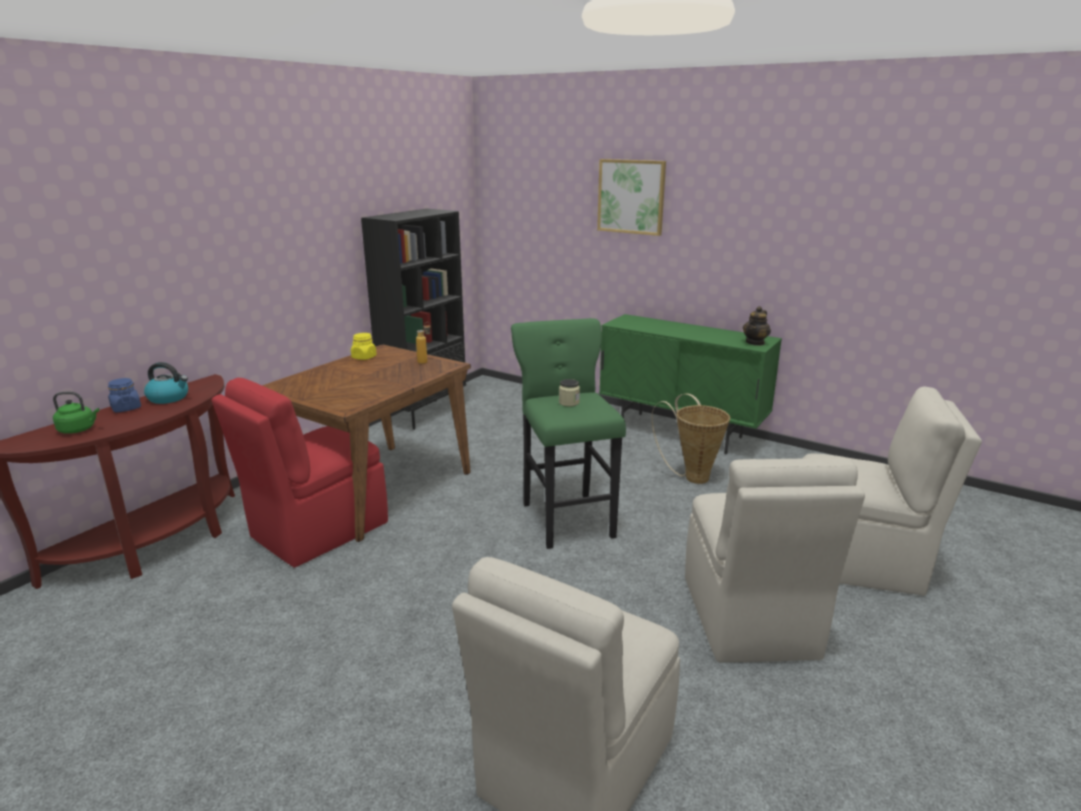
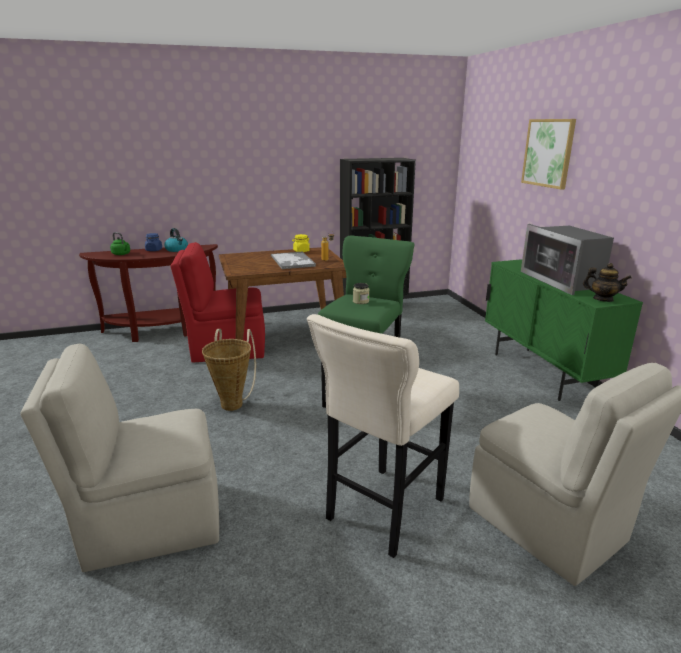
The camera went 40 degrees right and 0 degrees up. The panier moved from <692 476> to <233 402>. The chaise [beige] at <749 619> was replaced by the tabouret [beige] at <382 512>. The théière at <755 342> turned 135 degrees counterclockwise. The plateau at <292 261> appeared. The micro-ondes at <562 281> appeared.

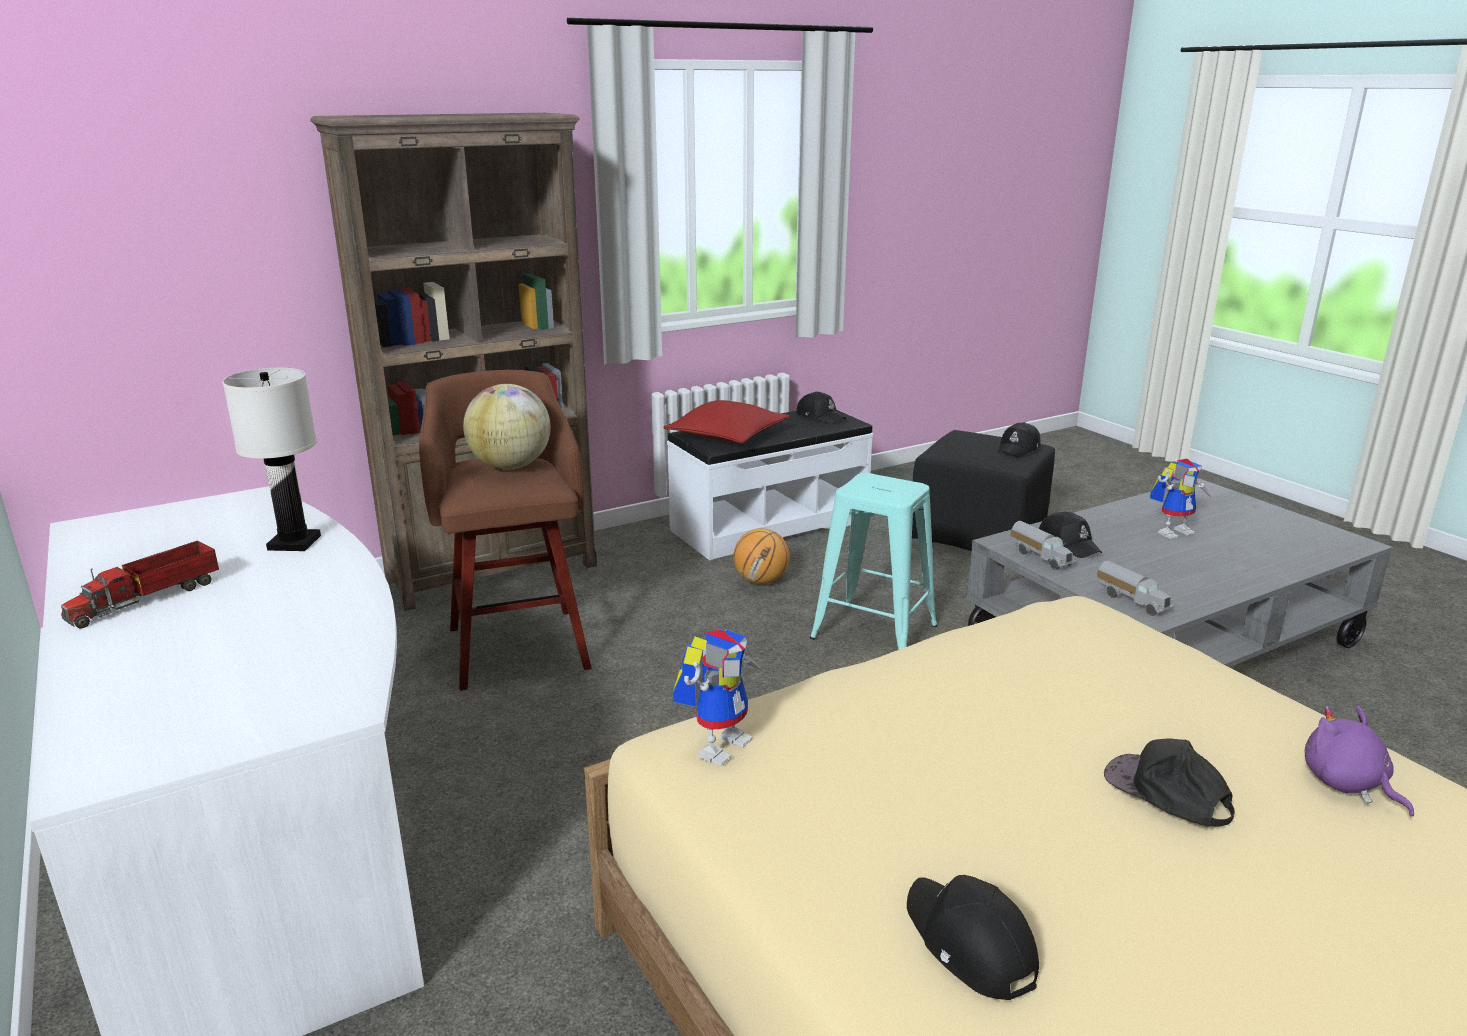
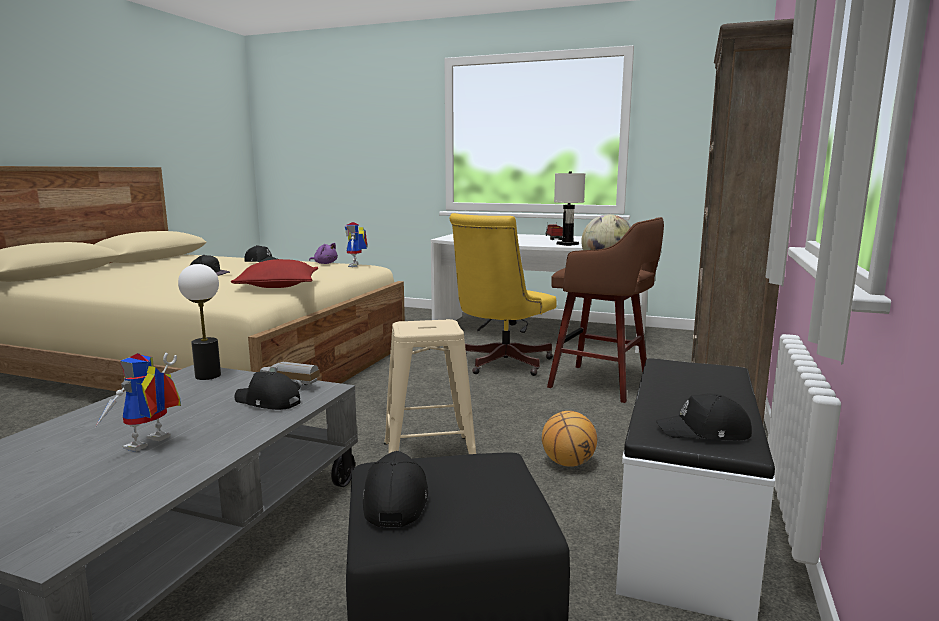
The camera went 140 degrees right and 10 degrees down. The coussin [rouge] moved from <727 436> to <278 286>. The tabouret [turquoise] at <874 632> became the tabouret [beige] at <429 456>. The camion jouet at <1133 601> was replaced by the lampe de table at <208 376>. The peluche [violet] moved from <1347 784> to <325 263>. The chaise de bureau [jaune] at <500 364> appeared.

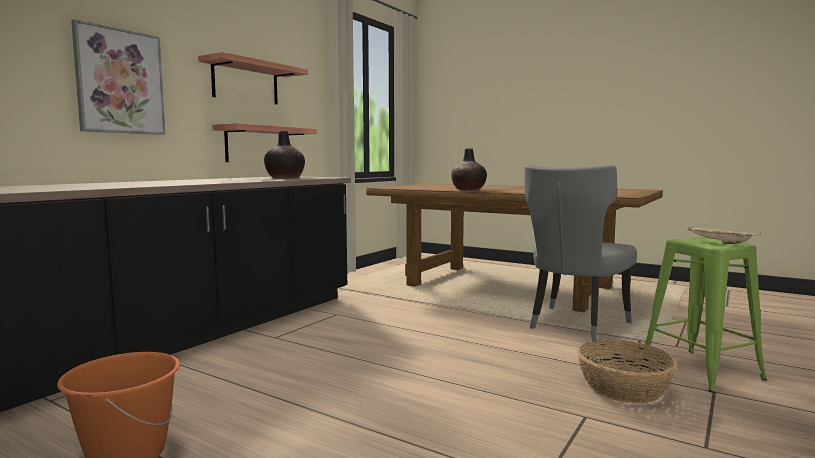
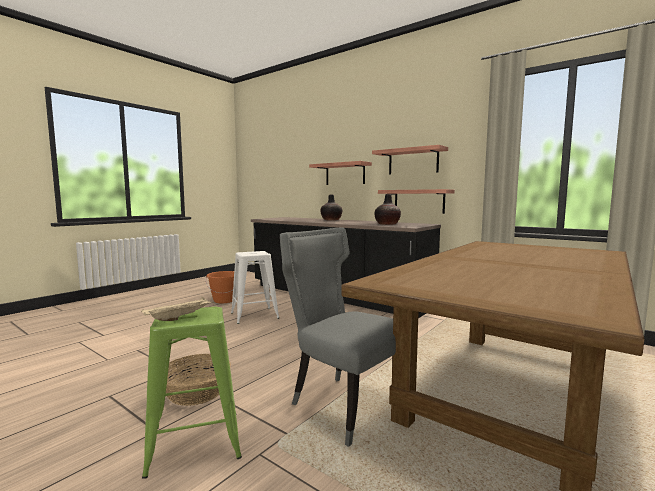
The camera went 95 degrees right and 0 degrees up. The tableau at <120 81> was replaced by the étagère at <345 174>. The vase moved from <468 190> to <331 220>. The tabouret [blanc] at <254 315> appeared.

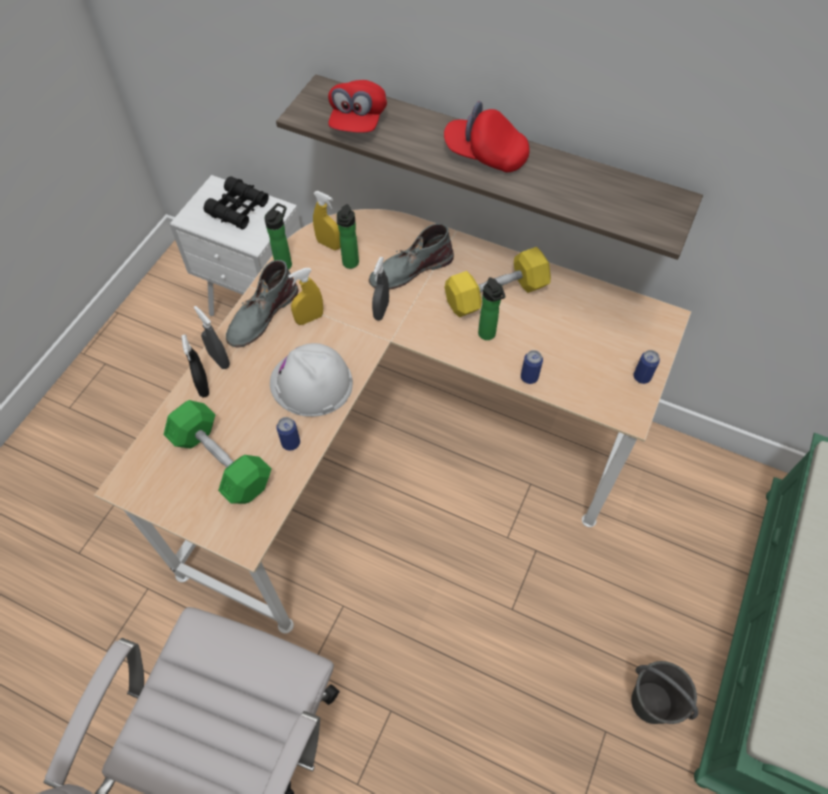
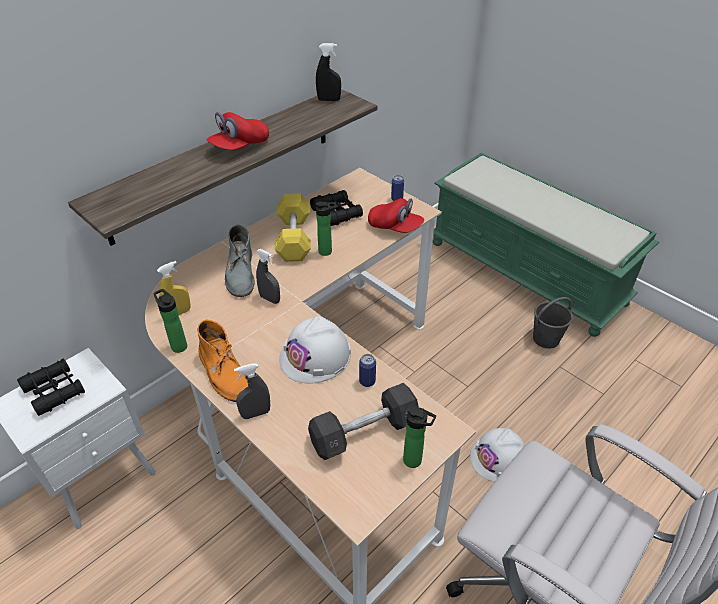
The camera went 70 degrees left and 15 degrees down. The haltère [vert] at <221 461> became the haltère [gris] at <364 432>. The vaporisateur [noir] moved from <203 386> to <329 100>. The botte [gris] at <261 315> became the botte [orange] at <225 373>. The vaporisateur [jaune] at <309 318> disappeared. The casquette [rouge] moved from <358 121> to <395 227>. The bouteille moved from <350 264> to <415 461>. The boîte métallique at <529 377> disappeared. The jumelles [noir] at <336 213> appeared. The casque de chantier [blanc] at <499 458> appeared.

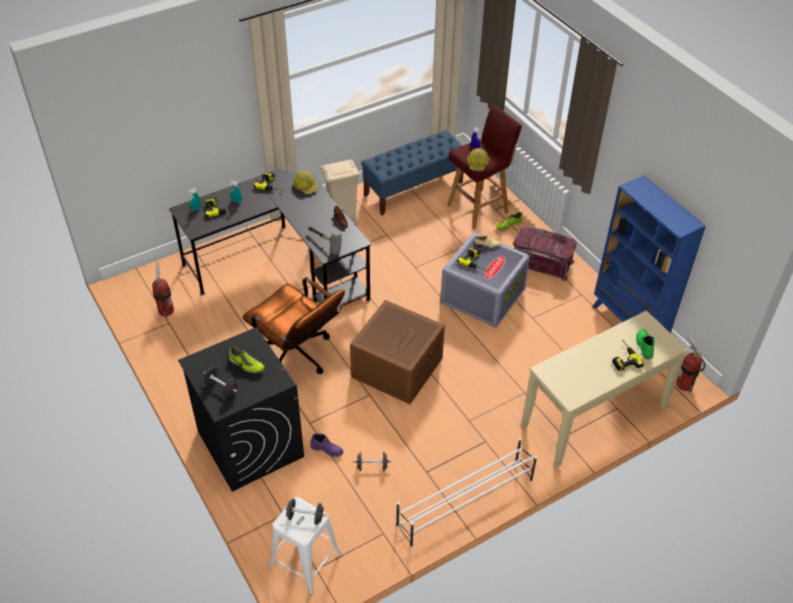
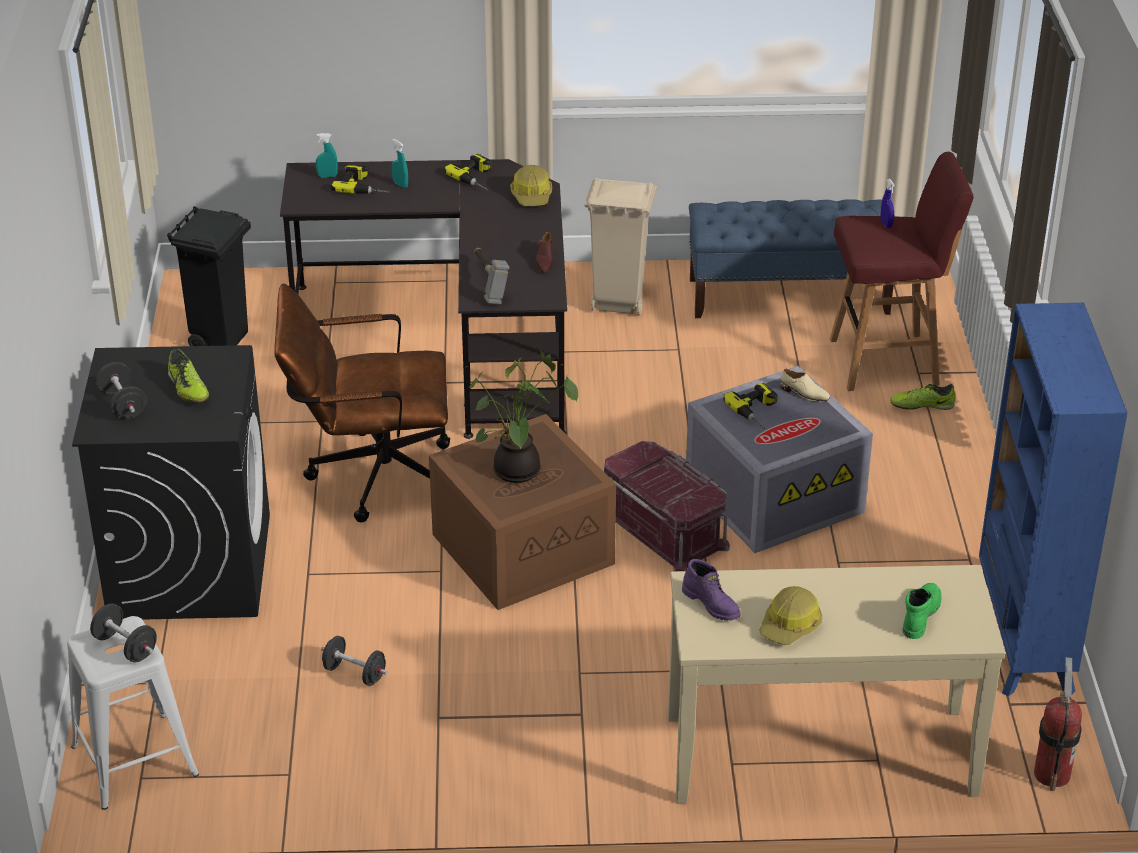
The camera went 30 degrees right and 10 degrees down. The extincteur at <166 310> was replaced by the poubelle [noir] at <221 339>. The chaise de bureau [marron] at <297 357> turned 105 degrees clockwise. The botte [violet] moved from <327 449> to <712 604>. The étagère à chaussures [blanc] at <464 503> disappeared. The casque de chantier moved from <477 164> to <790 625>. The boîte de rangement [rouge] moved from <542 262> to <664 528>. The perceuse at <622 357> disappeared. The plante en pot at <518 473> appeared.

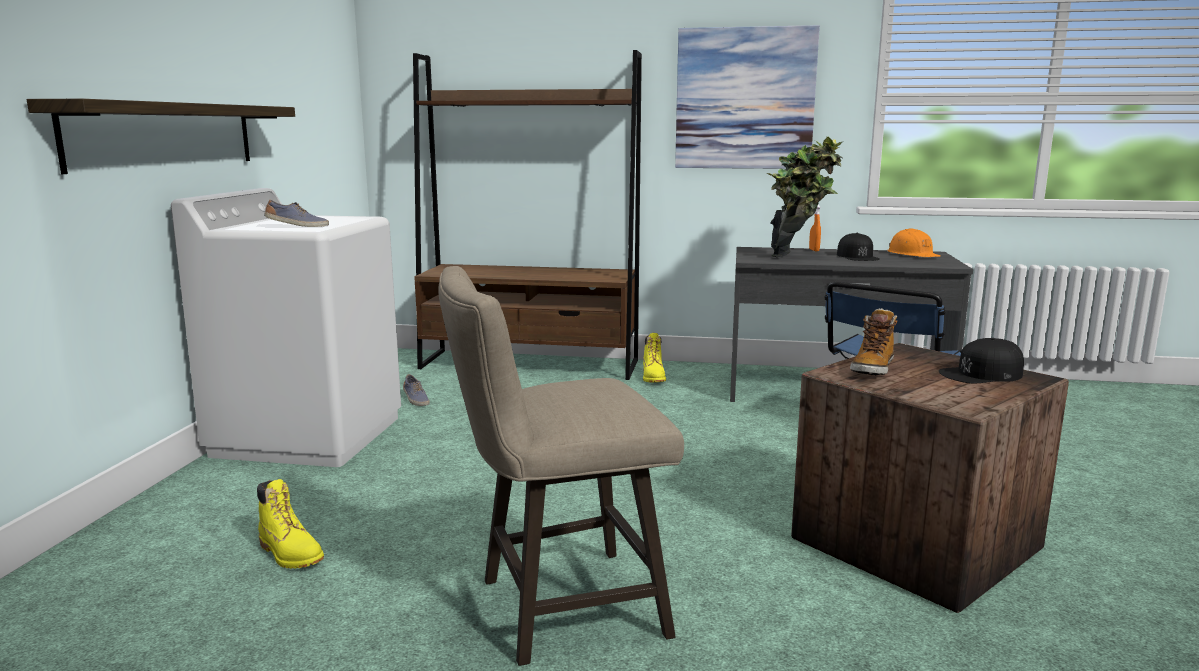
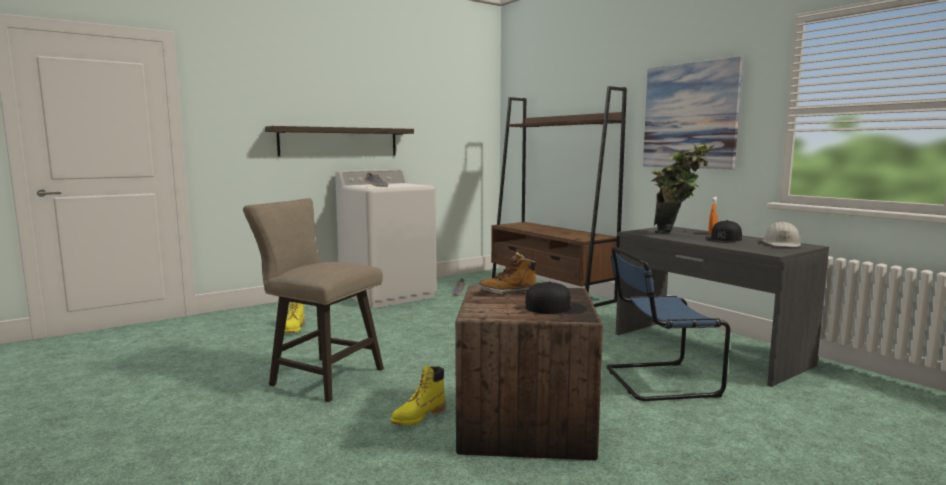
The camera went 45 degrees right and 5 degrees down. The botte [jaune] moved from <653 378> to <418 417>. The casque de chantier [orange] at <912 254> became the casque de chantier [blanc] at <781 244>. The casquette [noir] at <981 374> turned 150 degrees clockwise.

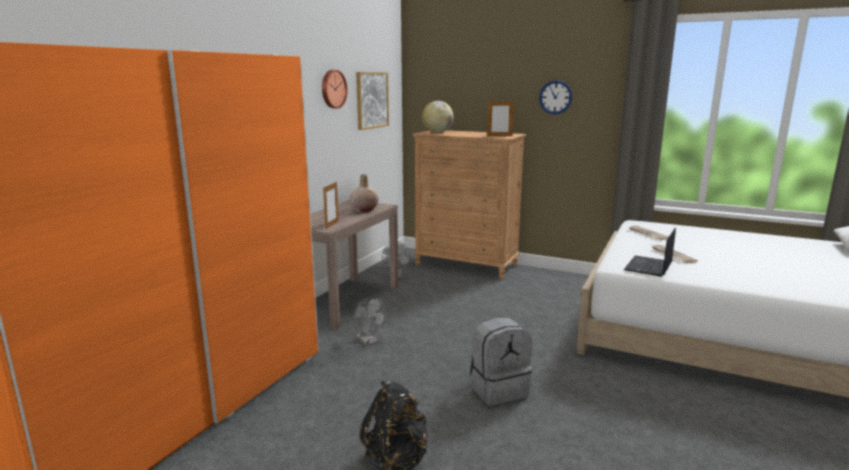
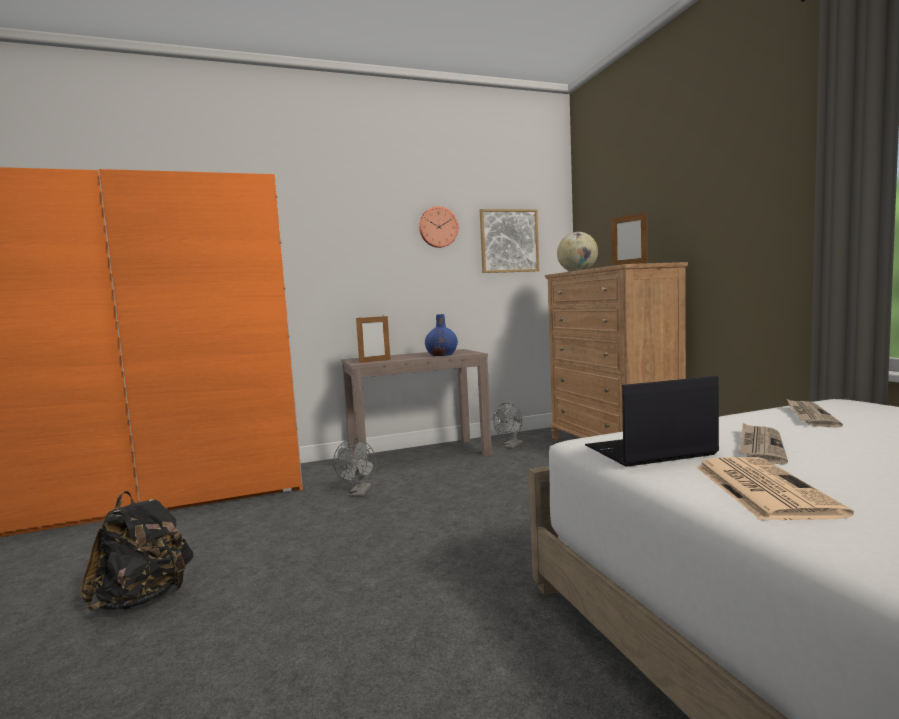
The camera went 45 degrees right and 10 degrees down. The vase [beige] at <364 210> became the vase [bleu] at <442 355>. The sac à dos [gris] at <498 389> disappeared. The horloge murale at <555 97> disappeared. The journal at <760 488> appeared.

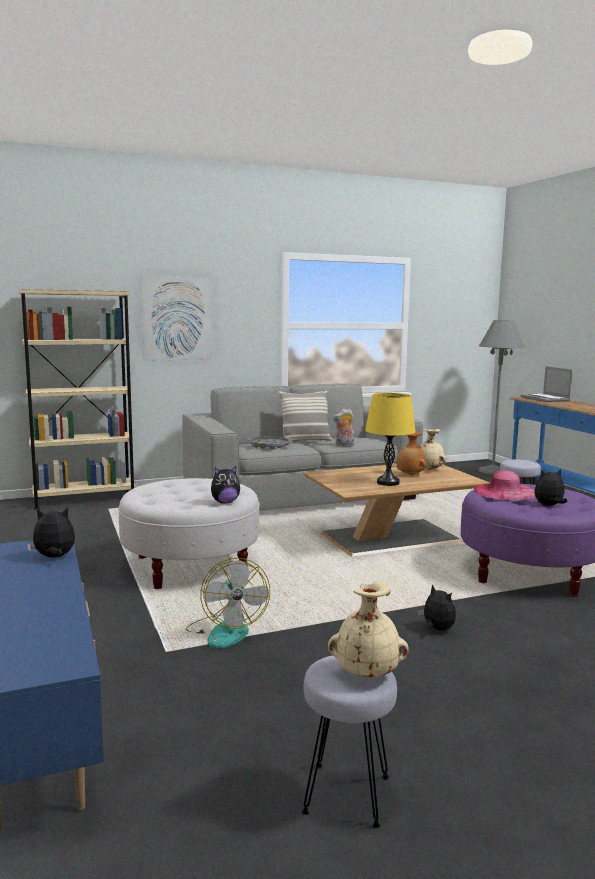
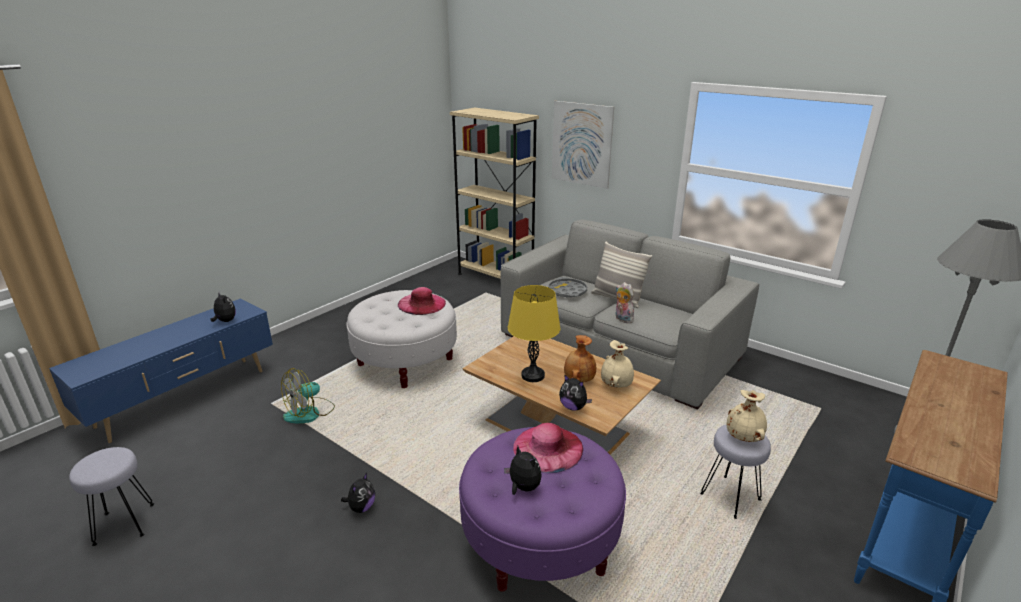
The camera went 60 degrees right and 15 degrees up. The peluche moved from <225 502> to <573 407>. The vase [beige] moved from <367 673> to <744 437>. The ordinateur portable at <545 399> disappeared. The chapeau [rose] at <422 304> appeared.

